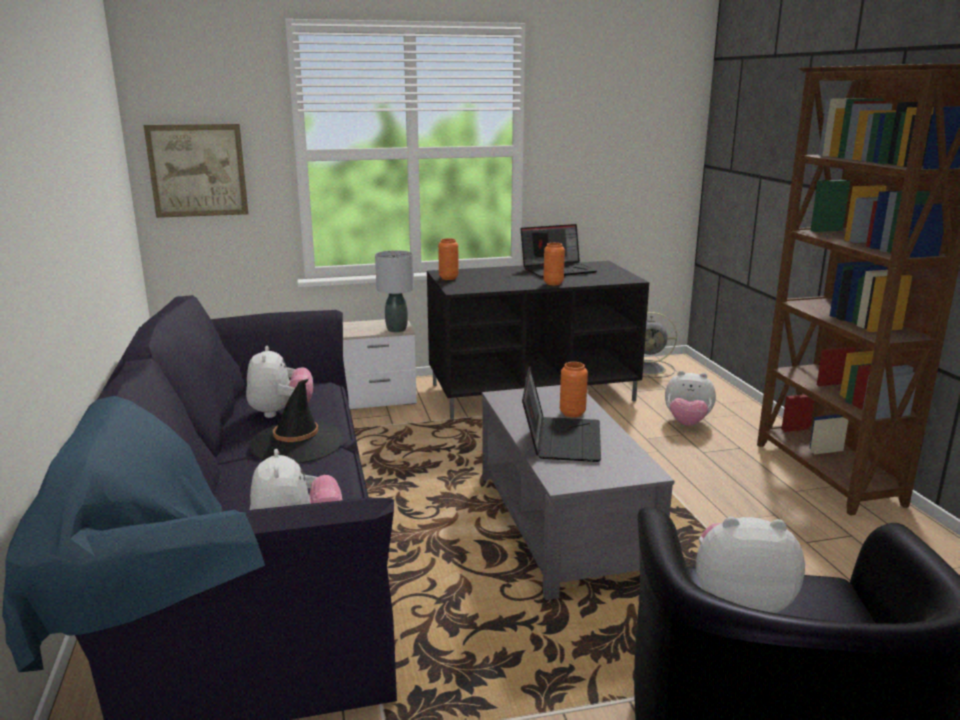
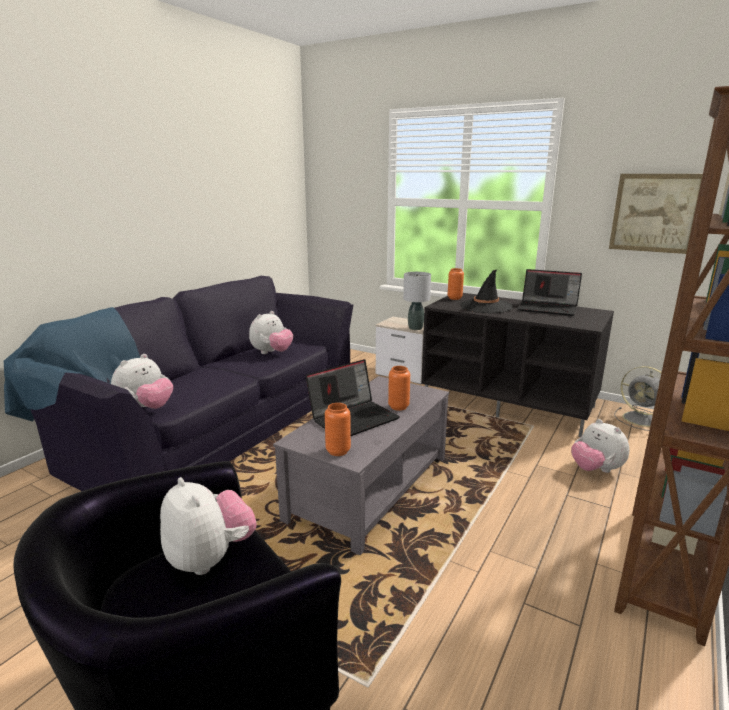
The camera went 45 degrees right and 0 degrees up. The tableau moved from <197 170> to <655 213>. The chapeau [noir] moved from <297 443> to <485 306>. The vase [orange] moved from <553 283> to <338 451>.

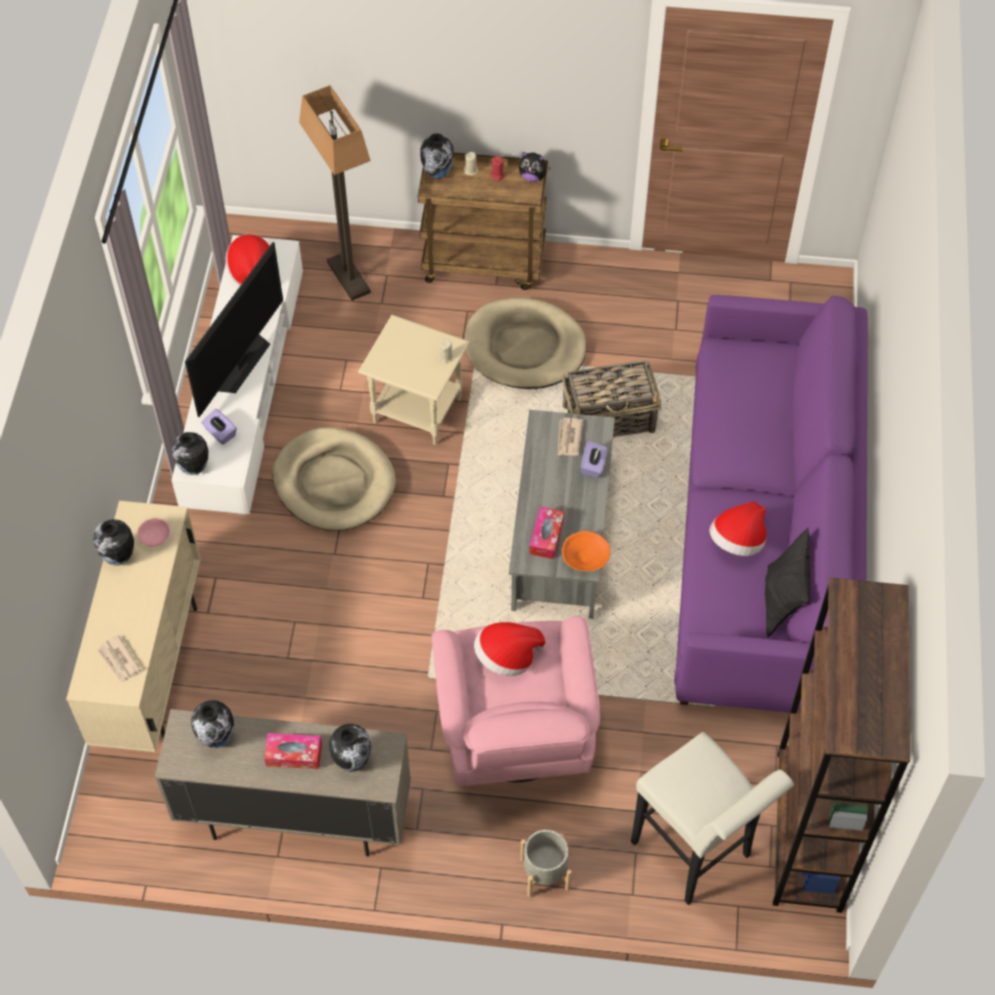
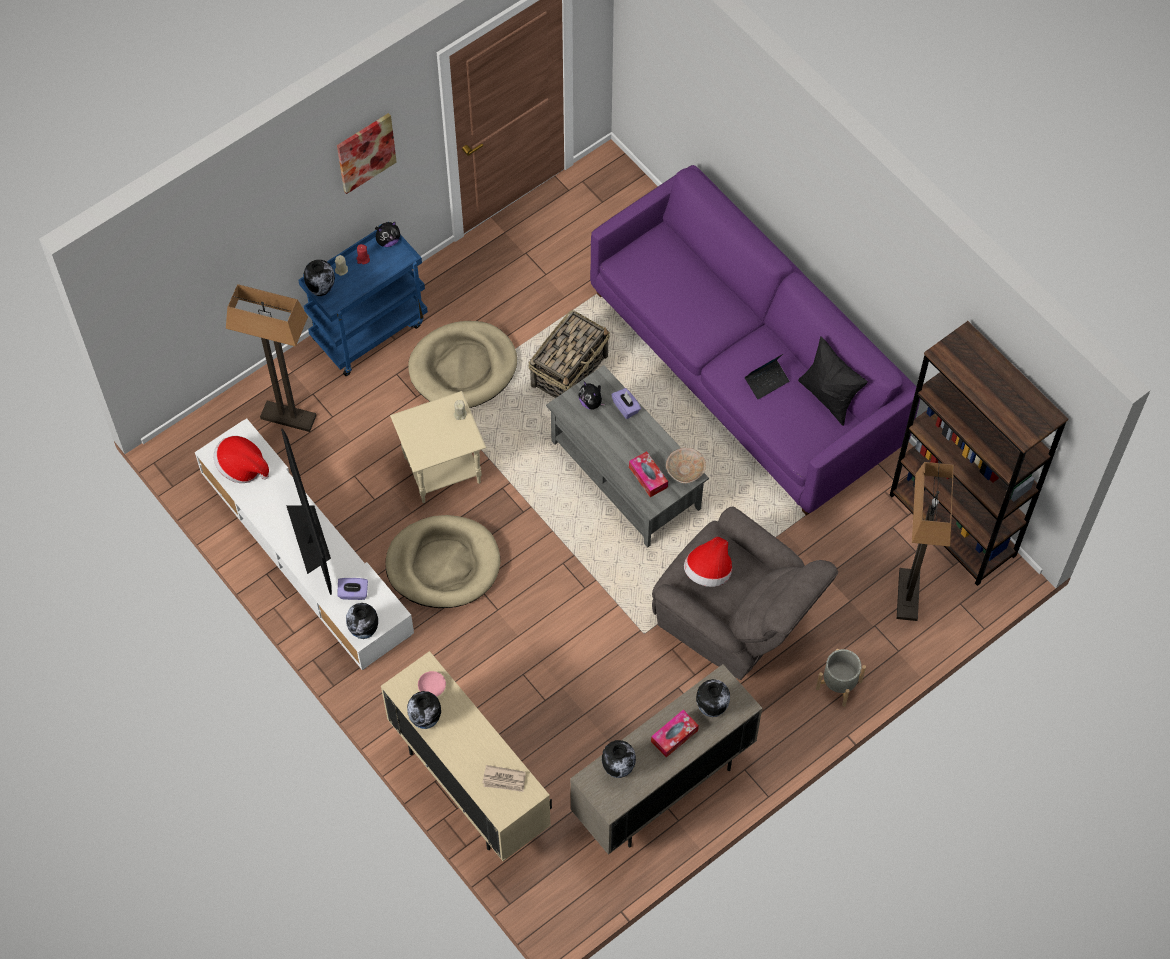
The camera went 45 degrees left and 5 degrees up. The chariot [marron] at <485 262> became the chariot [bleu] at <369 329>. The fauteuil [rose] at <516 738> became the fauteuil [gris] at <736 622>. The journal at <569 438> was replaced by the peluche at <591 402>. The bol [orange] at <586 558> became the bol [beige] at <685 470>. The tabouret [blanc] at <696 855> was replaced by the lampadaire at <908 595>. The chapeau at <737 541> was replaced by the ordinateur portable at <766 381>. The tableau at <365 152> appeared.

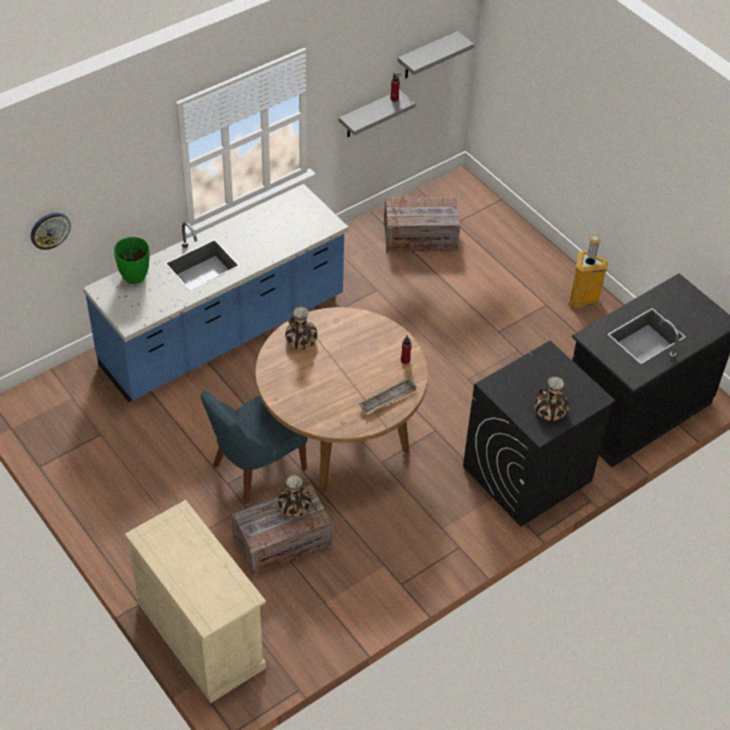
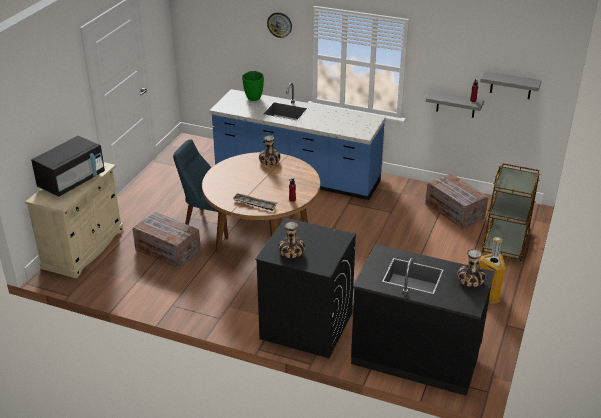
The camera went 60 degrees right and 15 degrees down. The horloge murale moved from <50 230> to <279 24>. The vase moved from <294 507> to <470 281>. The micro-ondes [noir] at <72 181> appeared. The chariot [marron] at <505 242> appeared.

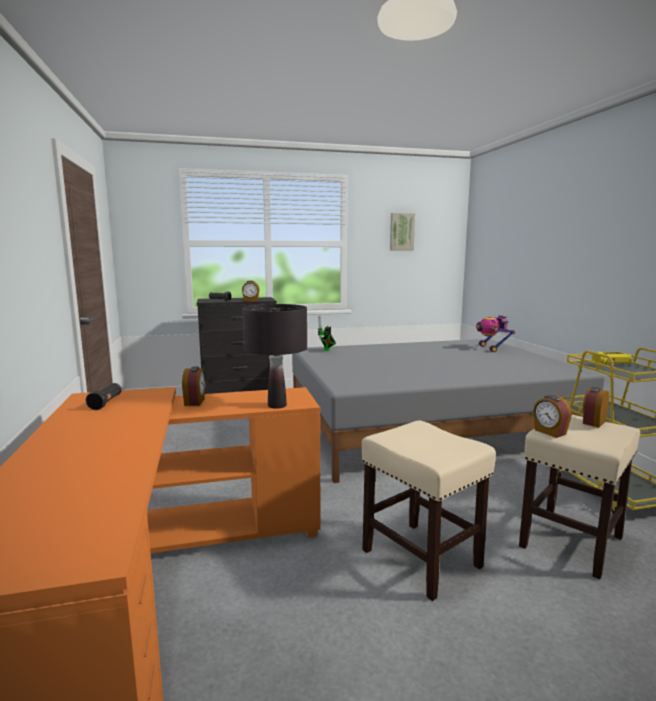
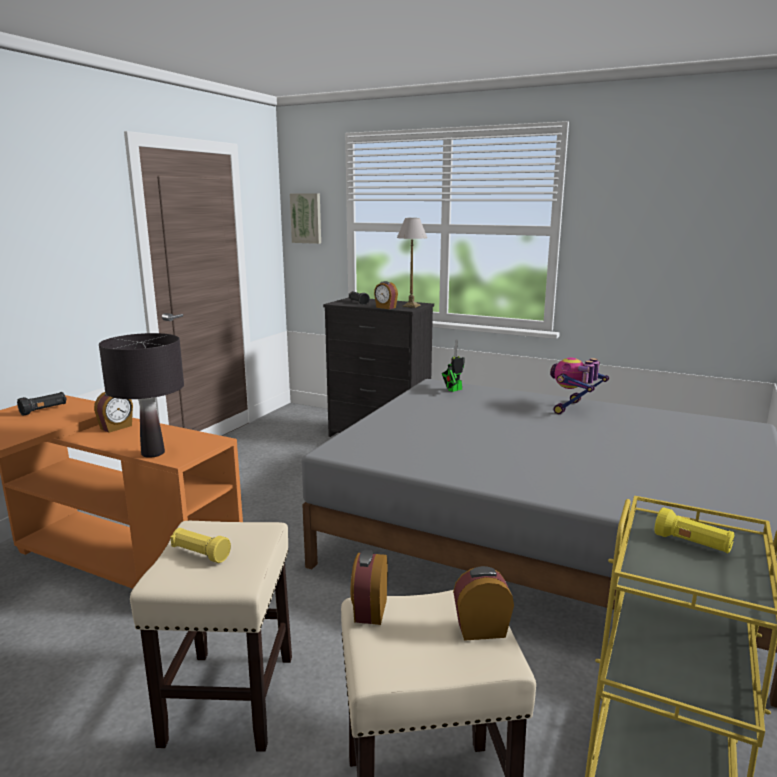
The camera went 40 degrees right and 5 degrees up. The tableau moved from <401 232> to <306 218>. The robot jouet moved from <492 349> to <574 409>. The lampe de poche [jaune] at <200 554> appeared. The lampe de table at <411 306> appeared.

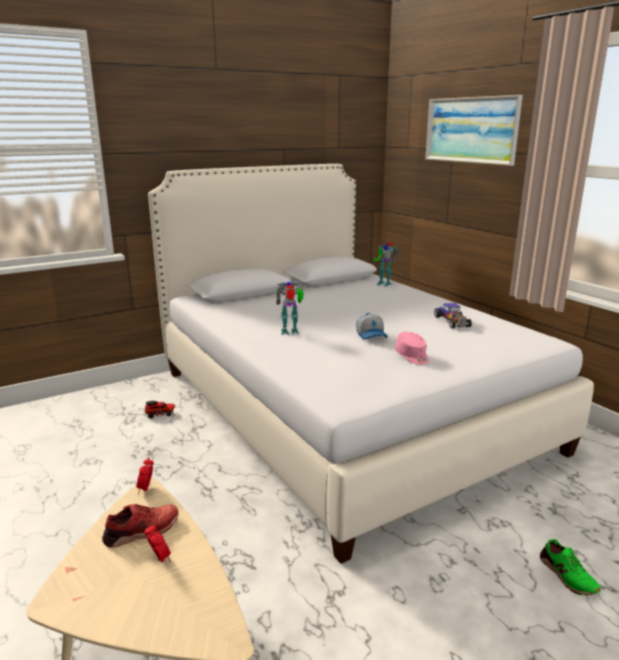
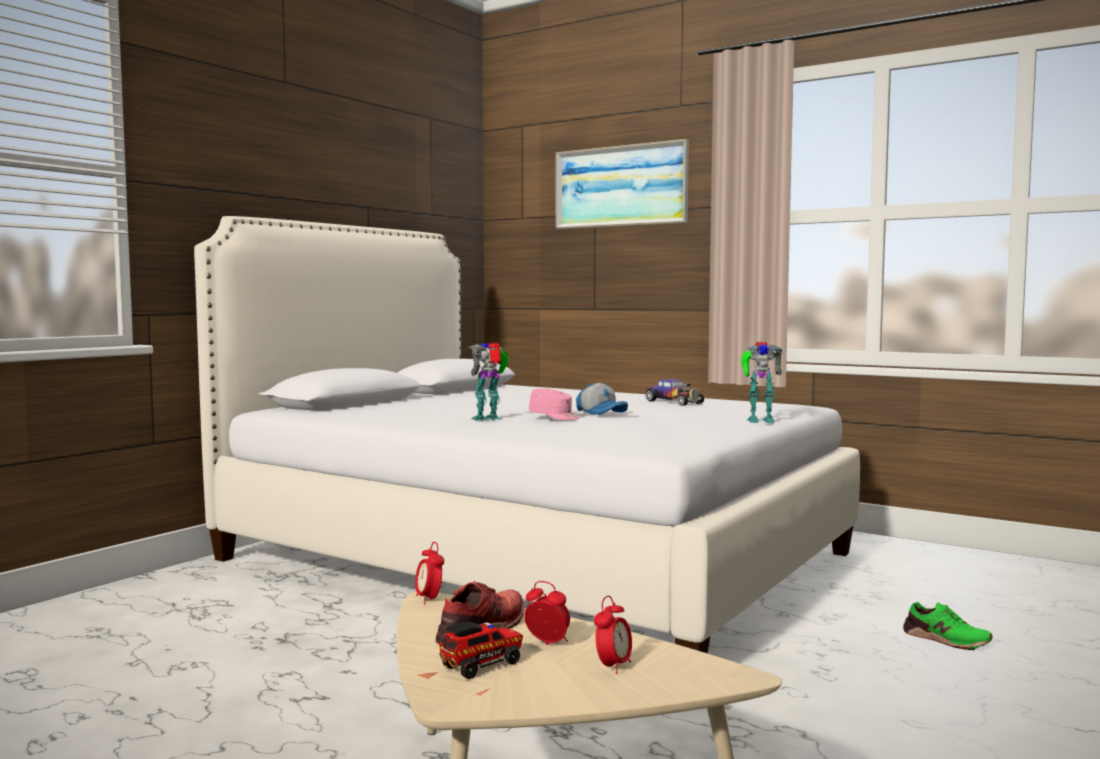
The camera went 25 degrees left and 15 degrees down. The camion jouet moved from <160 414> to <483 665>. The robot jouet moved from <384 283> to <759 420>. The casquette [rose] moved from <412 356> to <554 417>. The réveil at <613 666> appeared.

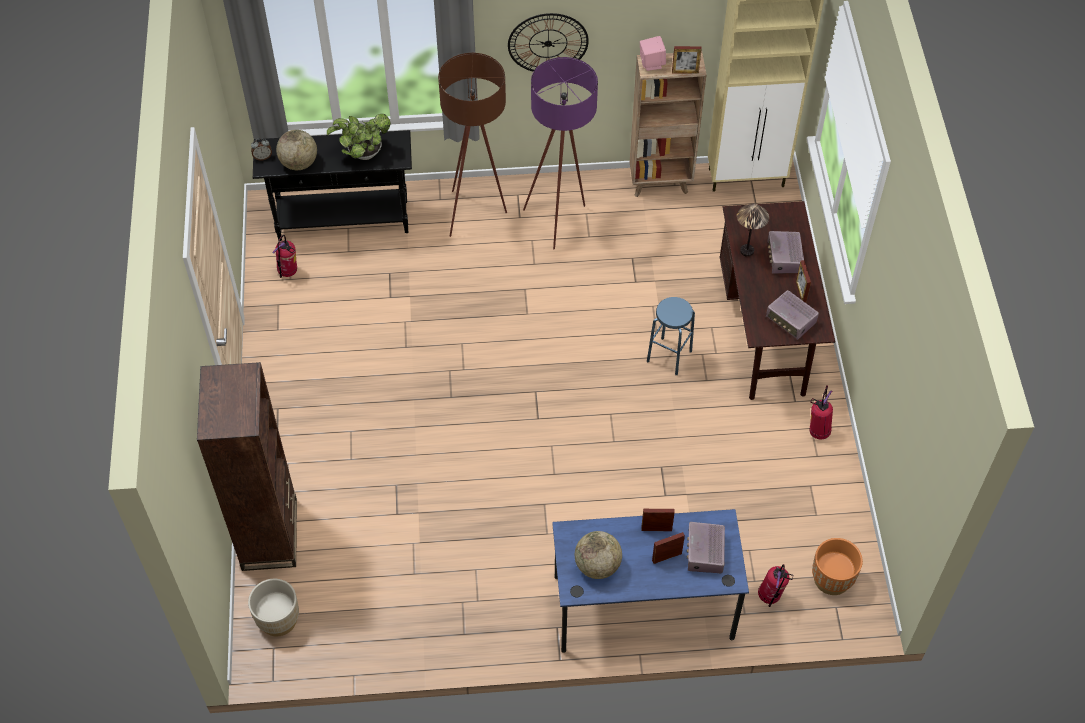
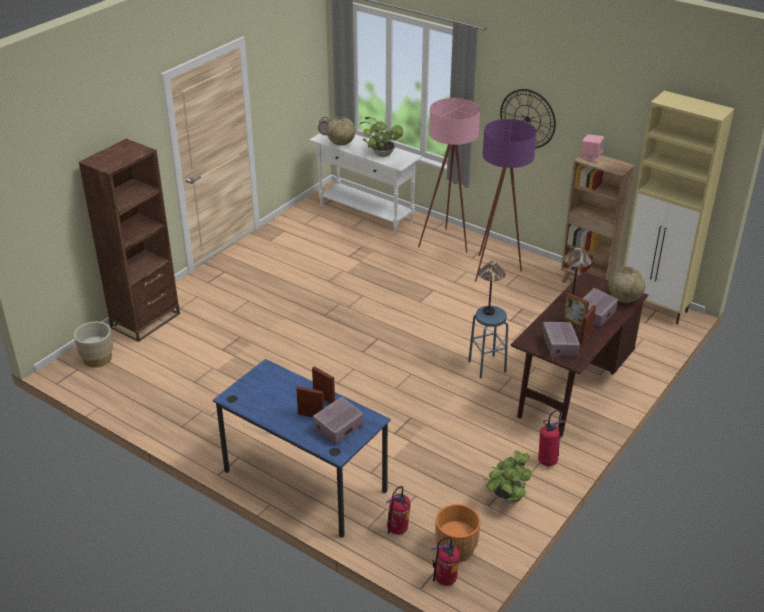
The camera went 40 degrees right and 20 degrees down. The table console [noir] at <343 221> became the table console [blanc] at <366 214>. The extincteur moved from <288 273> to <445 581>. The lampadaire [marron] at <477 213> became the lampadaire [rose] at <448 245>. The globe moved from <597 565> to <624 299>. The cadre photo moved from <685 72> to <574 322>. The lampe de table at <489 311> appeared. The plante en pot at <505 499> appeared.

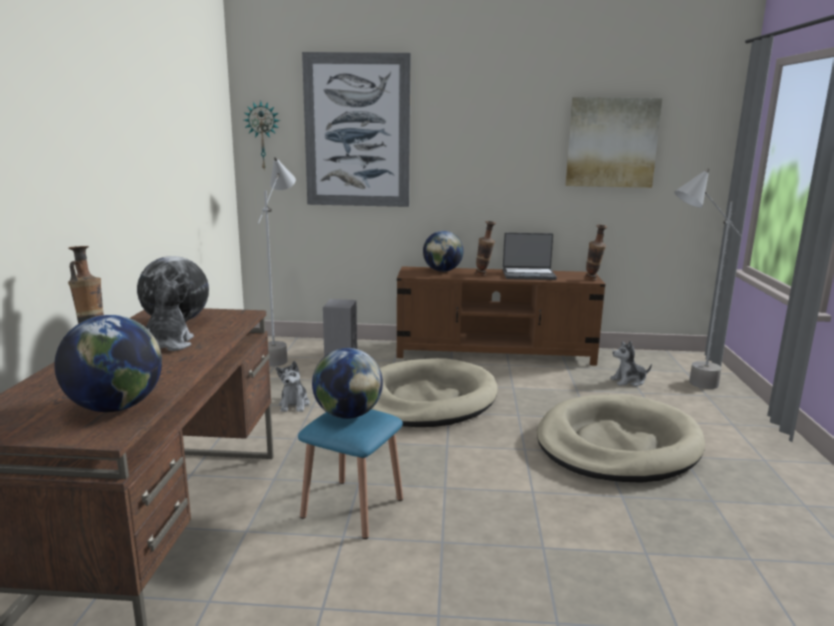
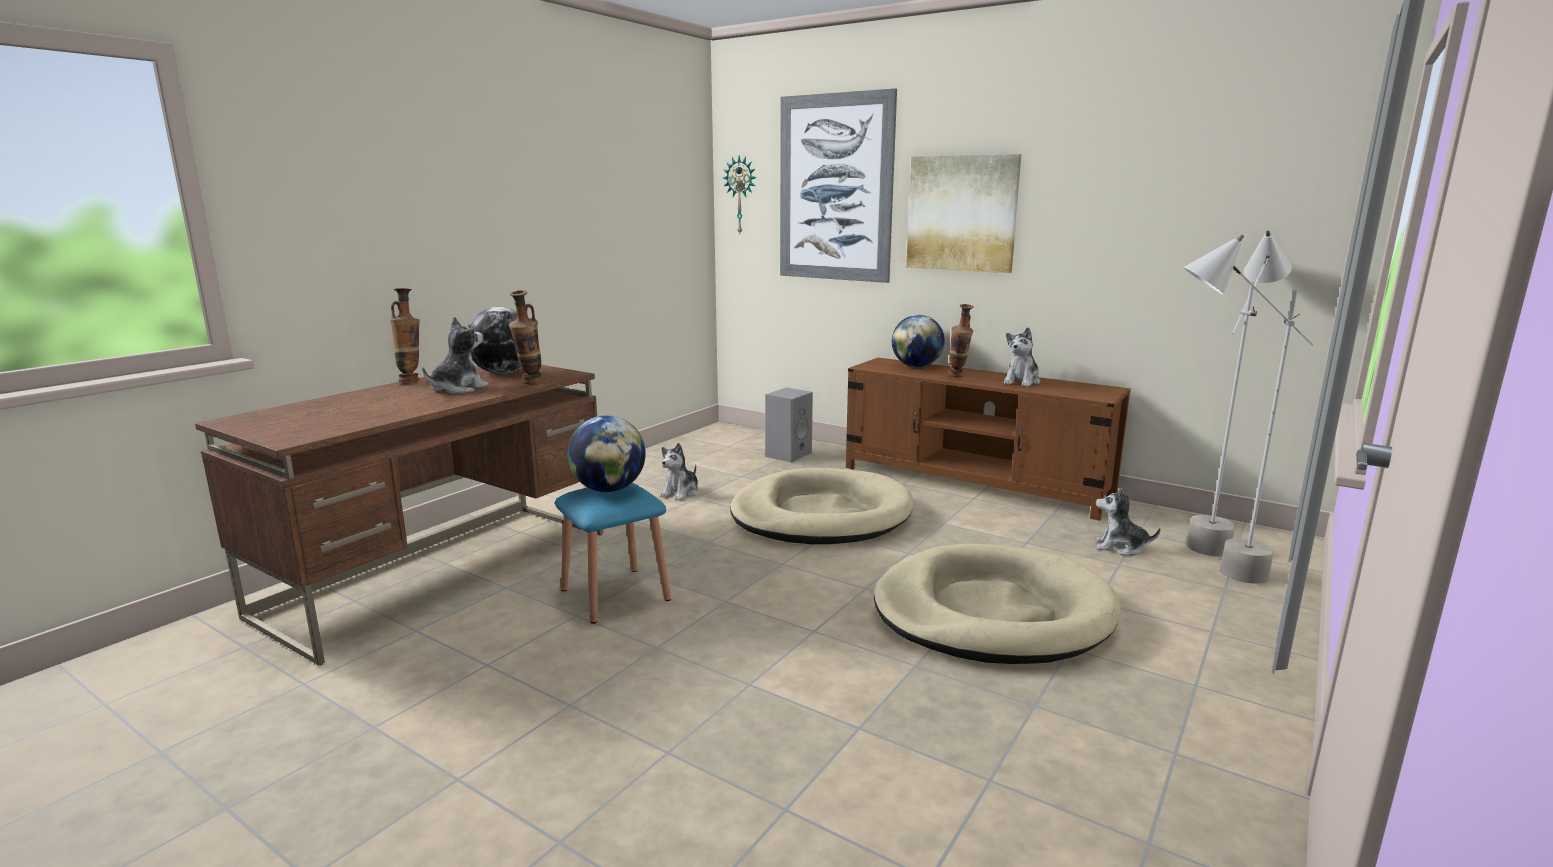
The camera went 30 degrees right and 0 degrees up. The globe at <115 407> disappeared. The lampadaire [gris] moved from <281 354> to <1215 537>. The ordinateur portable at <528 275> was replaced by the peluche at <1021 382>. The tableau moved from <611 142> to <962 213>. The vase moved from <593 280> to <530 384>.

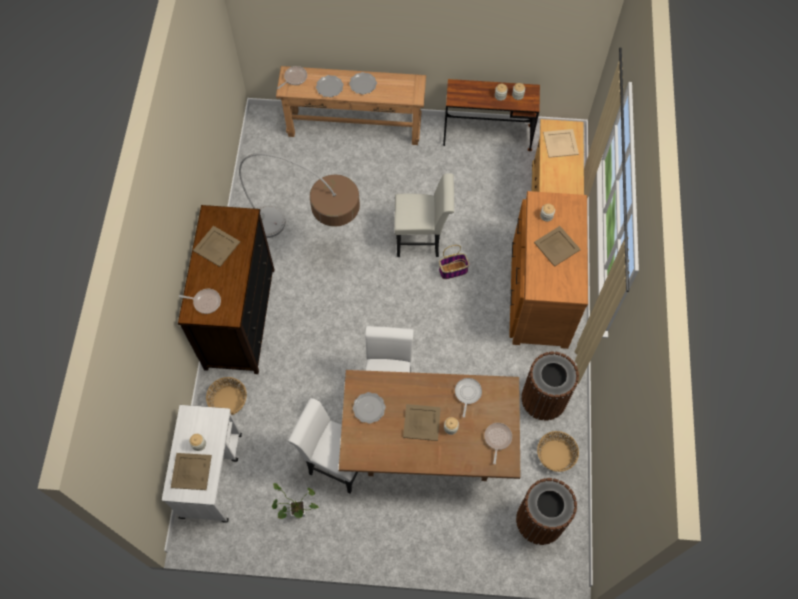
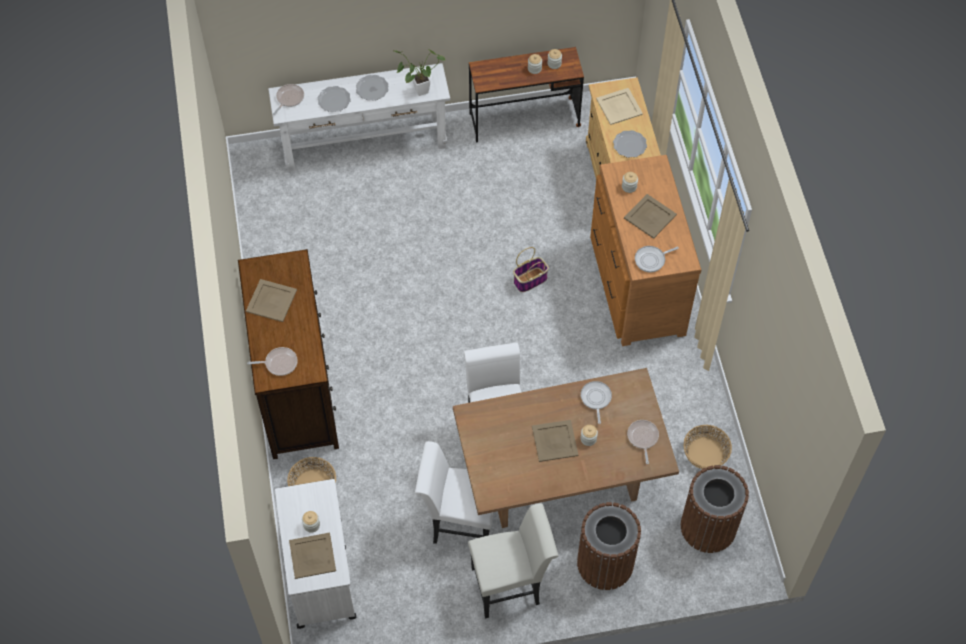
The camera went 15 degrees left and 5 degrees down. The lampadaire at <310 240> disappeared. The plante en pot moved from <296 512> to <418 92>. The table console [marron] at <354 127> became the table console [blanc] at <364 143>. The assiette moved from <369 408> to <630 145>. The chaise [blanc] moved from <422 239> to <511 584>. The poubelle [marron] moved from <544 399> to <605 563>. The poêle at <651 260> appeared.

